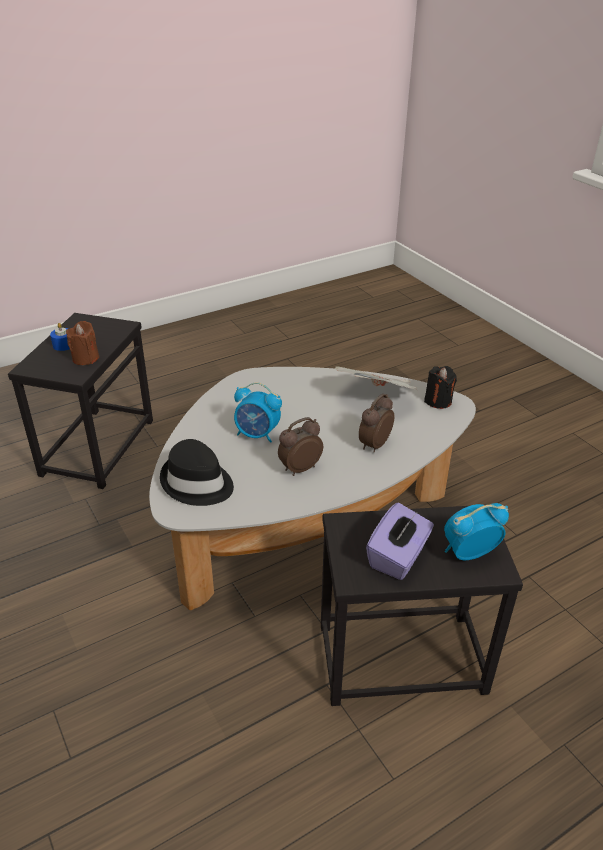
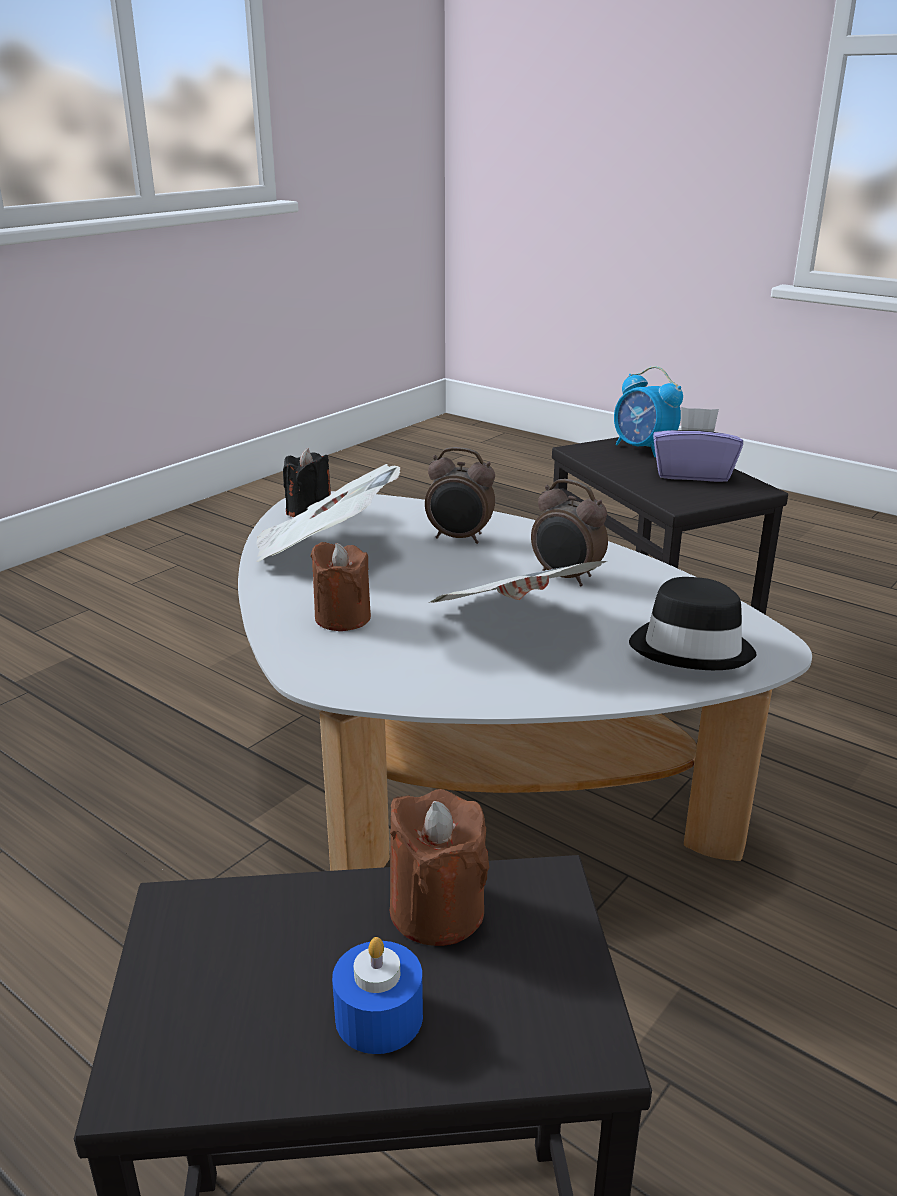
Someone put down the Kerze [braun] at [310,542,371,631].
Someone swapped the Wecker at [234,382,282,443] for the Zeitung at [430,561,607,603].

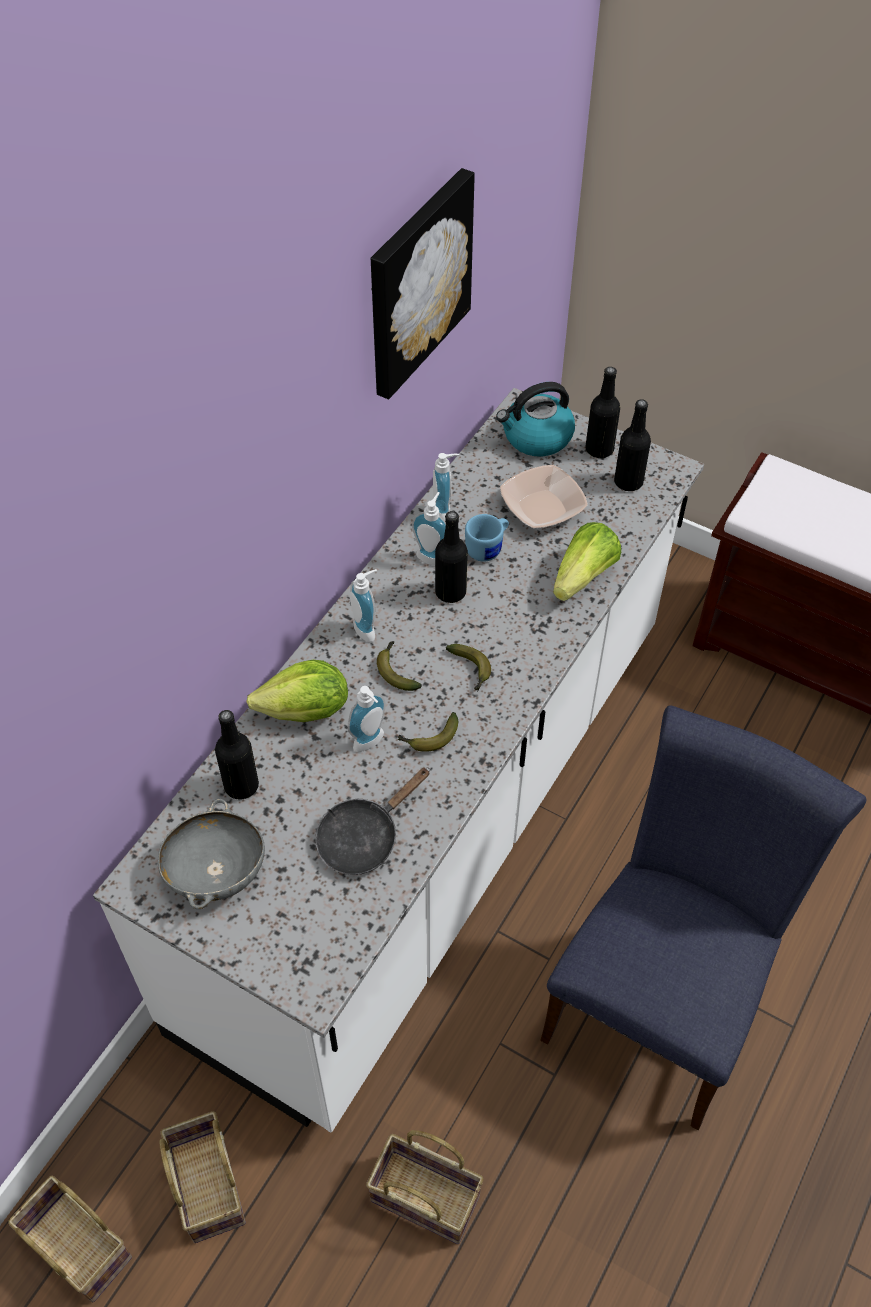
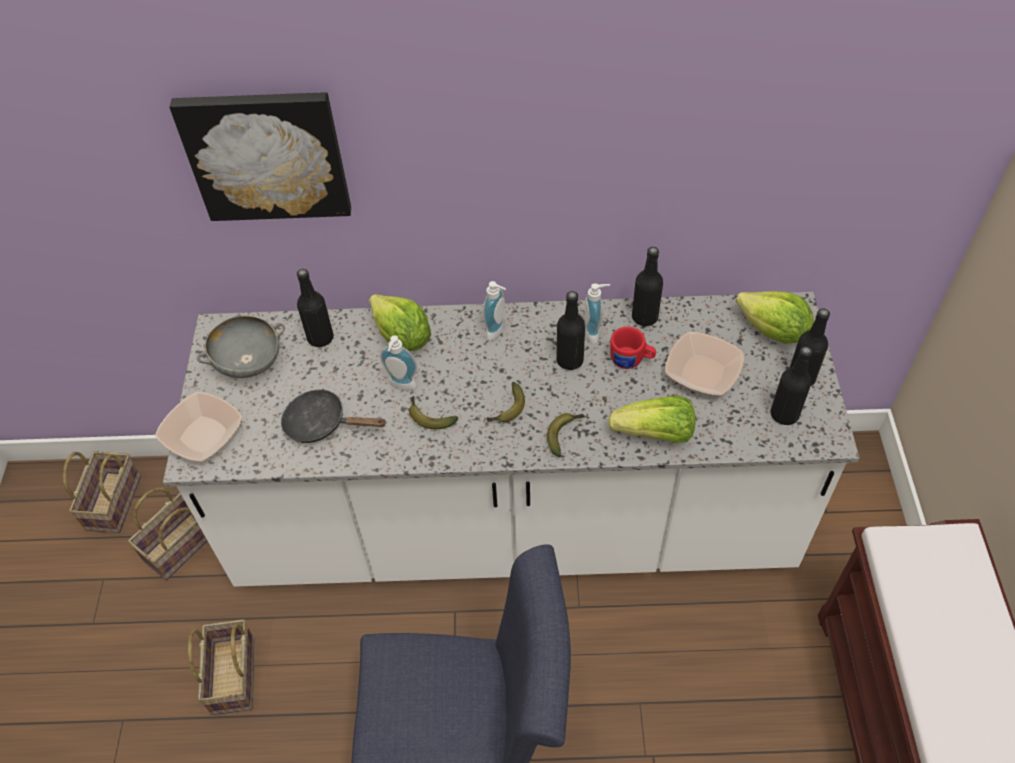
Someone put down the Schüssel at [155,392,242,462].
Someone carried the Bild from [371,168,475,400] to [170,92,351,221].
Someone carried the Banane from [377,641,422,691] to [547,413,585,457].
Someone swapped the Seifenspender at [433,453,459,520] for the Flasche [schwarz] at [632,247,663,326].
Someone swapped the Wasserkessel at [496,382,575,457] for the Salatkopf at [736,291,814,344].
Someone repainted the Henkelbecher [blau] at [465,514,509,562], which became the Henkelbecher [rot] at [610,327,656,369].

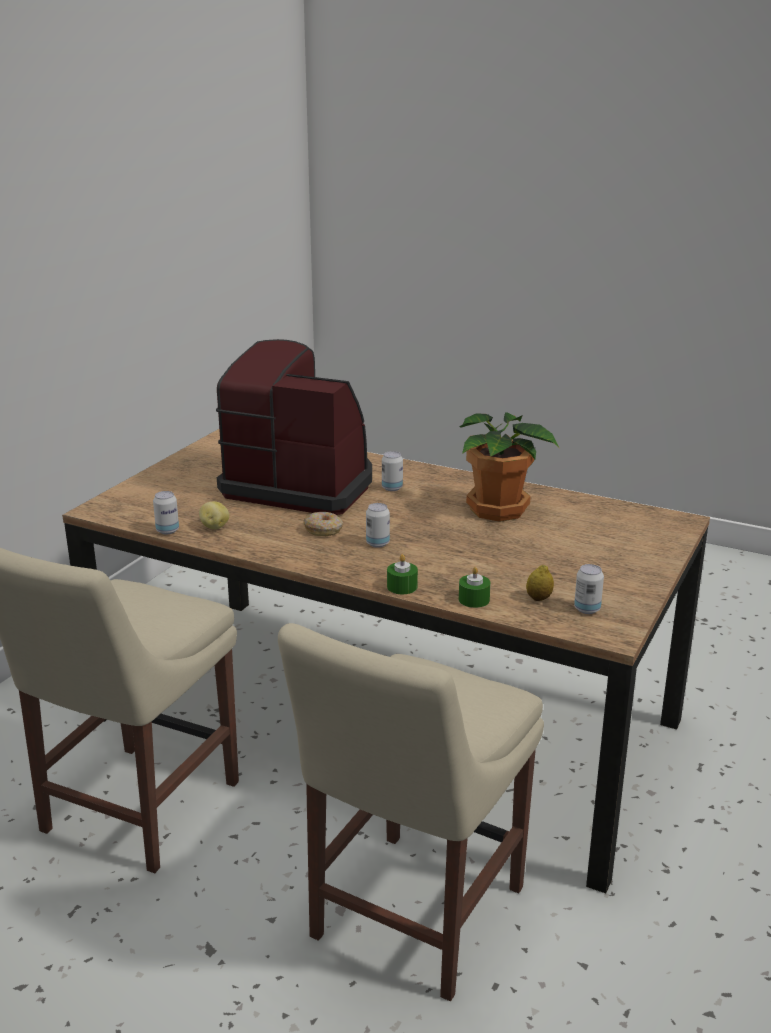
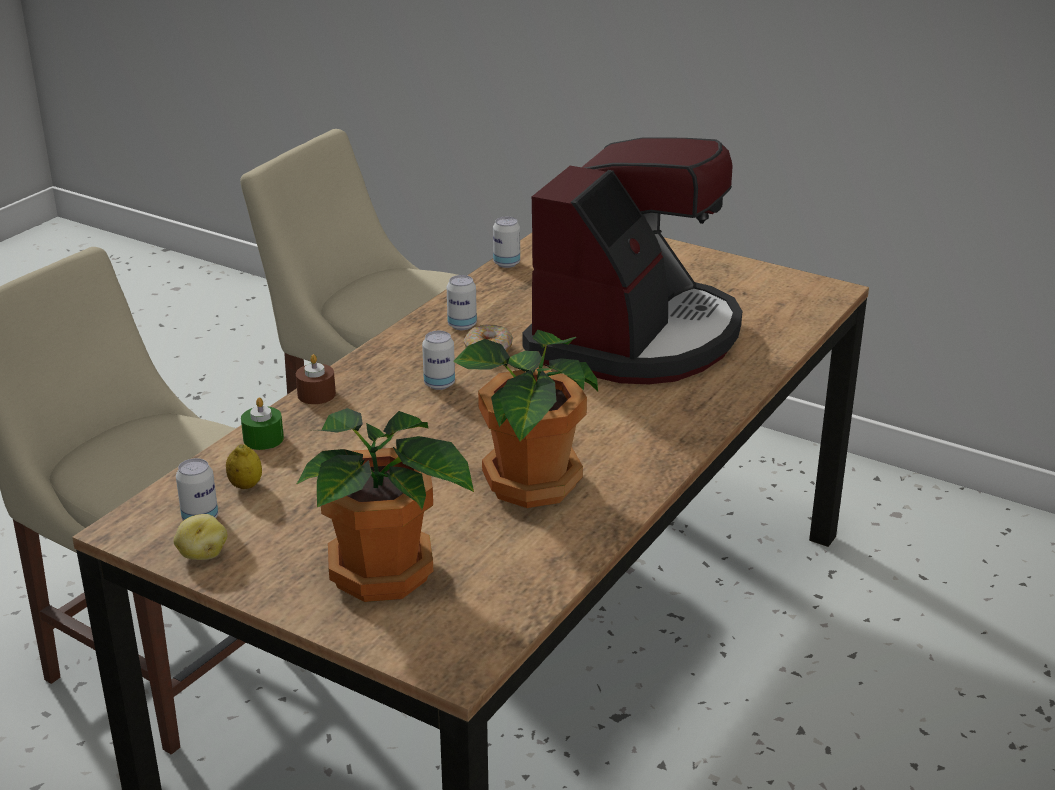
Someone put down the Topfpflanze at [296,408,474,602].
Someone carried the Kartoffel from [199,501,229,529] to [173,514,227,560].
Someone carried the Dose from [382,451,403,491] to [447,275,477,330].
Someone repainted the Kerze [grün] at [387,554,418,594], which became the Kerze [braun] at [296,354,336,404].

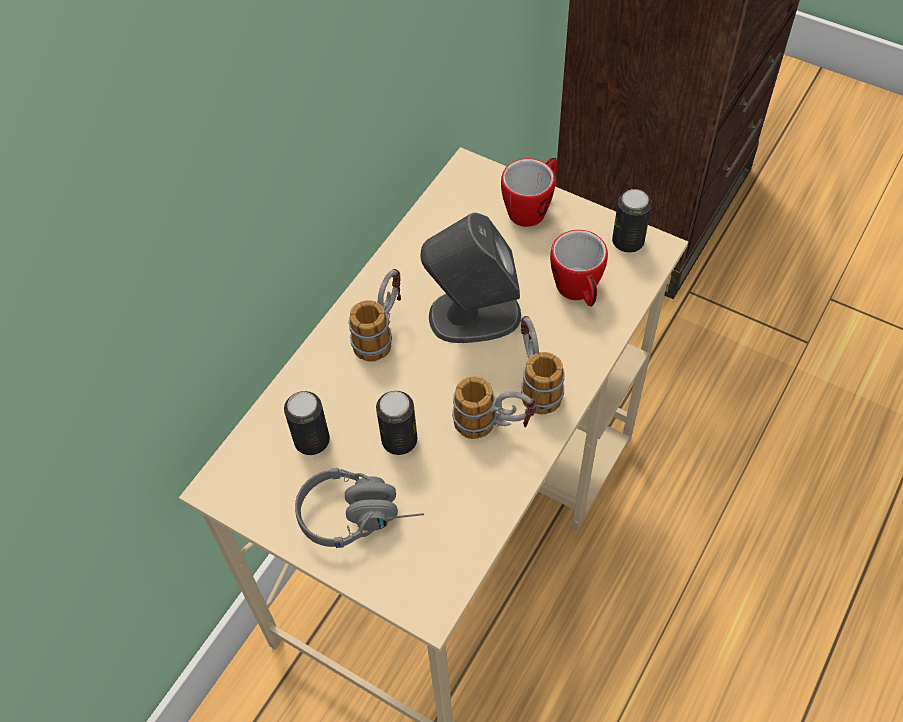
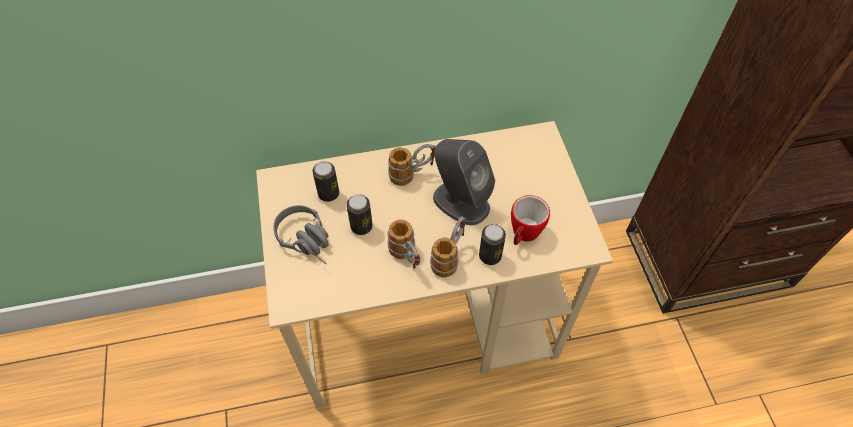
Someone took away the Henkelbecher at [501,158,558,227].
Someone carried the Dose from [612,189,652,253] to [479,224,506,265].

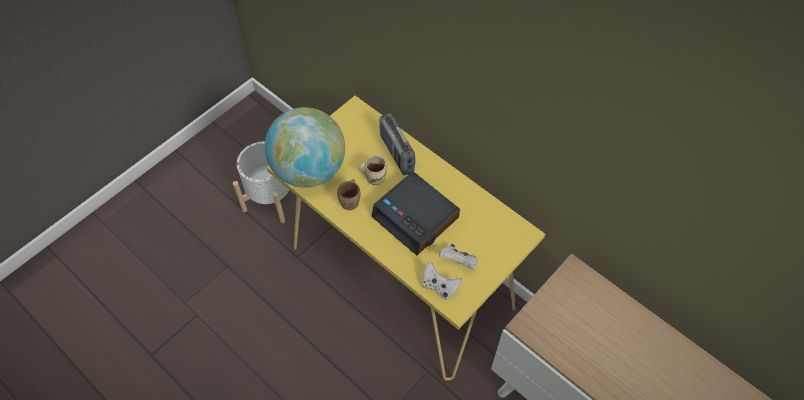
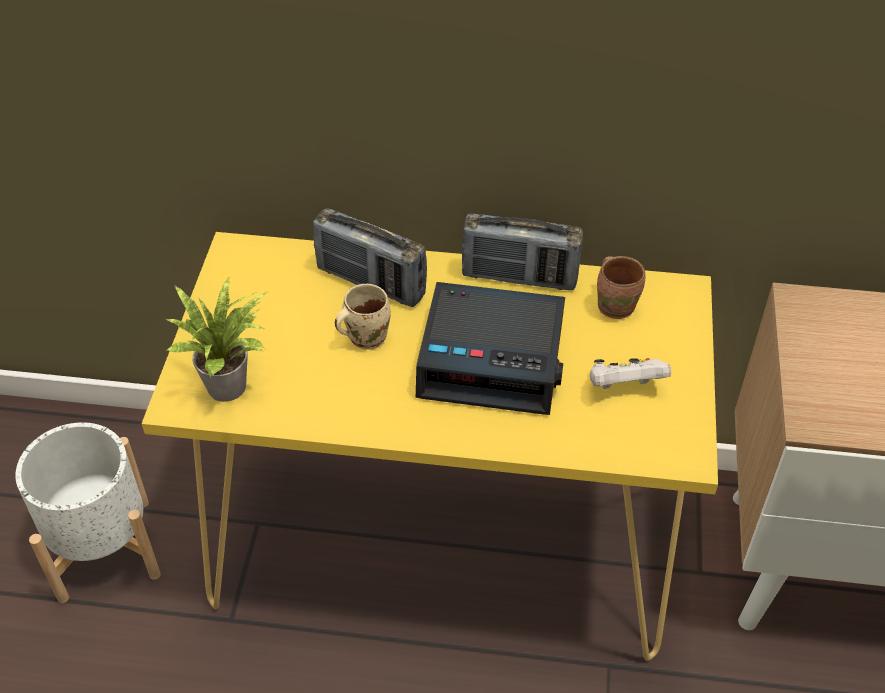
Someone took away the Gamepad [weiß] at [422,262,462,300].
Someone put down the Radio at [462,214,583,290].
Someone carried the Henkelbecher [braun] from [337,179,360,210] to [597,256,646,319].
Someone swapped the Globus at [265,107,345,188] for the Topfpflanze at [165,277,269,402].

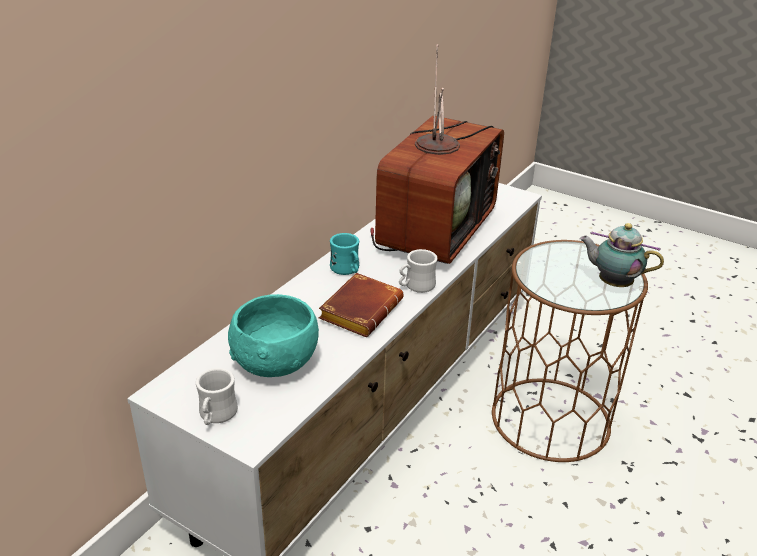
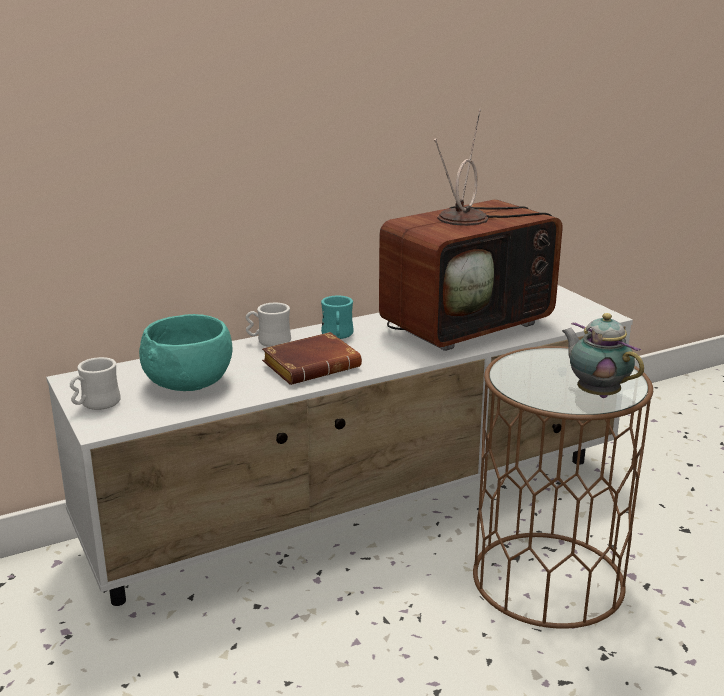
Someone carried the Henkelbecher [weiß] from [399,249,437,293] to [246,303,291,347].

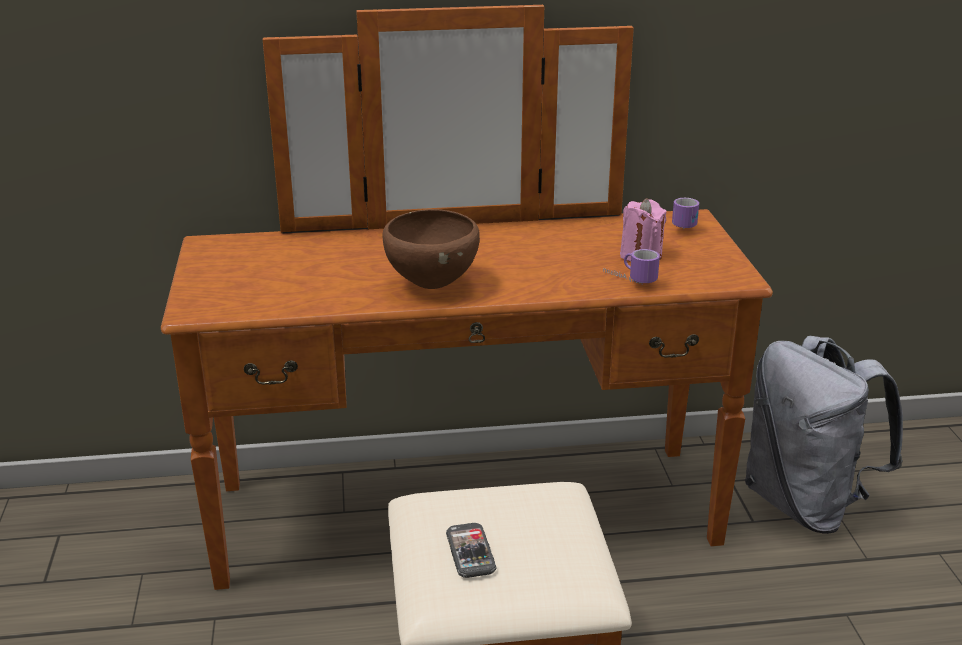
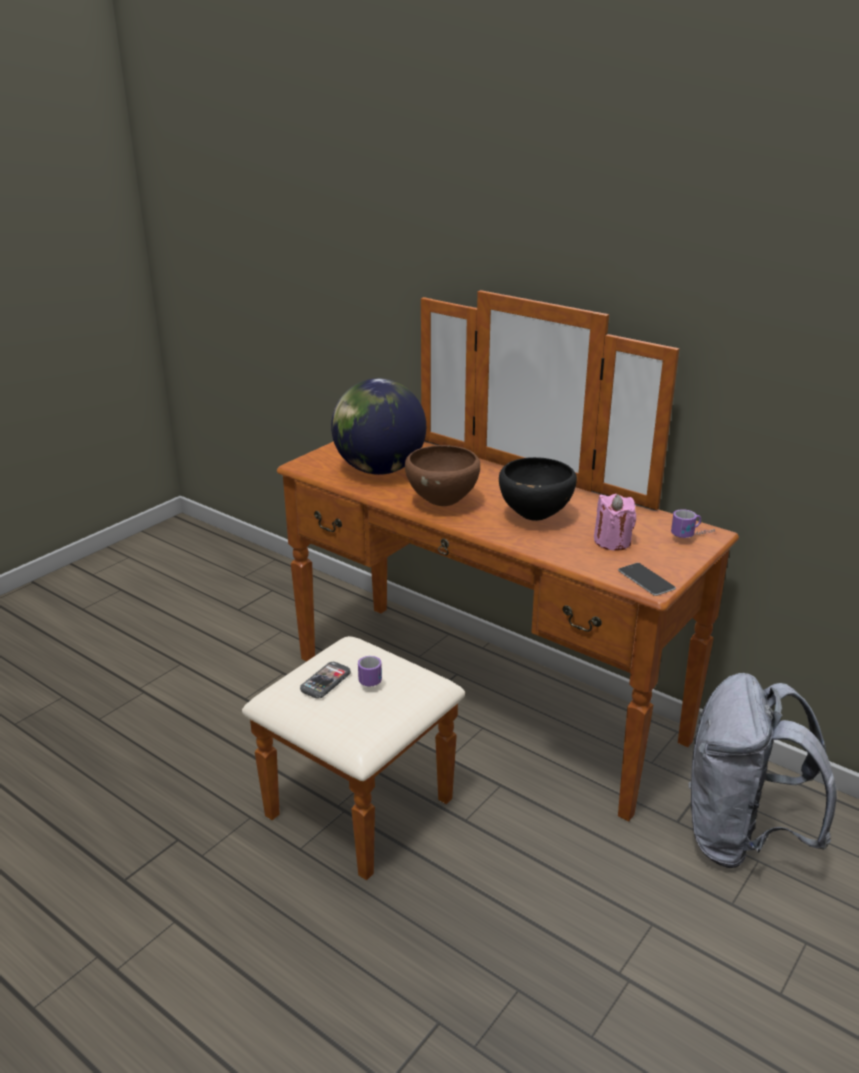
Someone put down the Globus at [331,378,426,475].
Someone put down the Schüssel [schwarz] at [499,457,577,521].
Someone put down the Handy at [618,563,676,596].
Someone carried the Henkelbecher from [603,249,660,284] to [358,656,382,687].

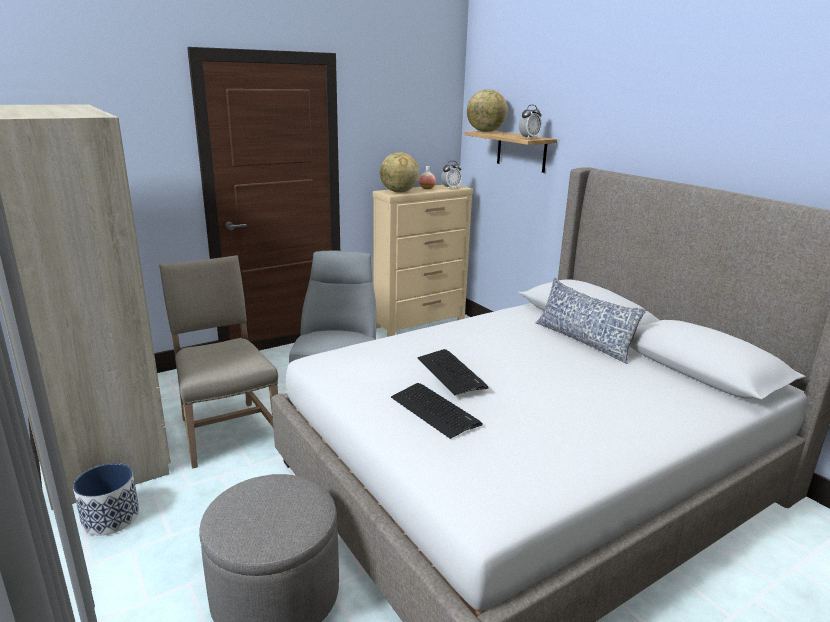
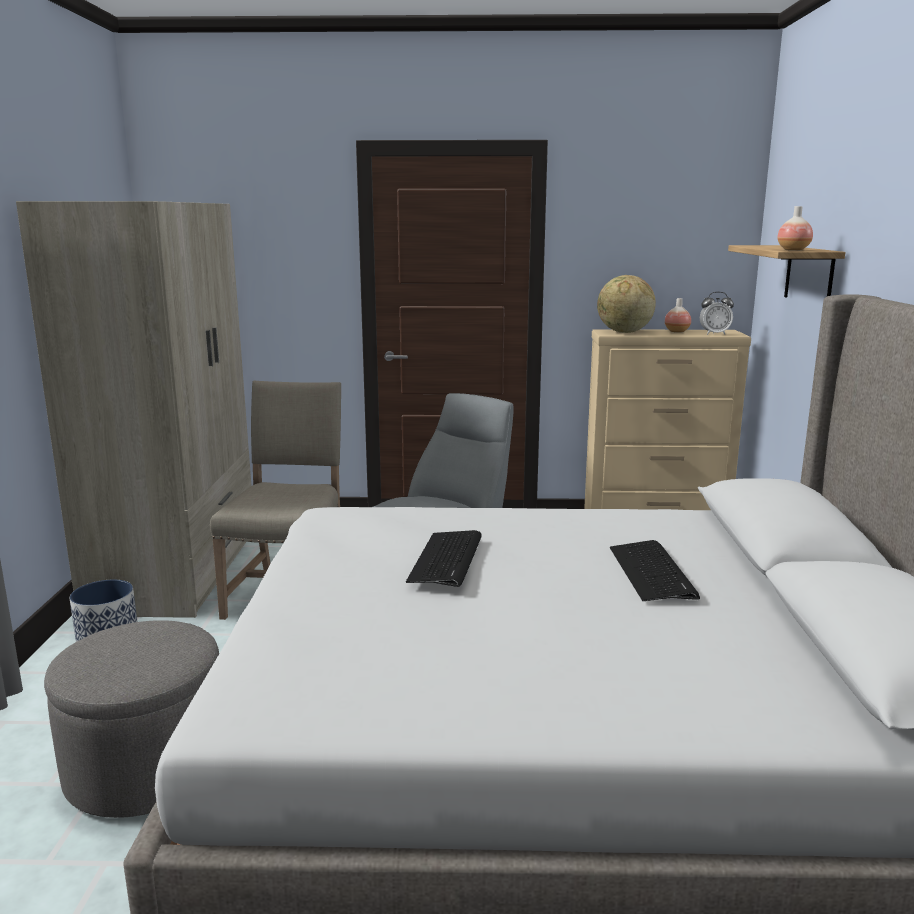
Someone took away the Globus at [467,89,508,132].
Someone took away the Kissen at [536,278,646,364].
Someone carried the Tastatur from [391,383,483,439] to [610,540,700,601].
Someone swapped the Wecker at [519,105,542,139] for the Vase at [778,206,813,251].

